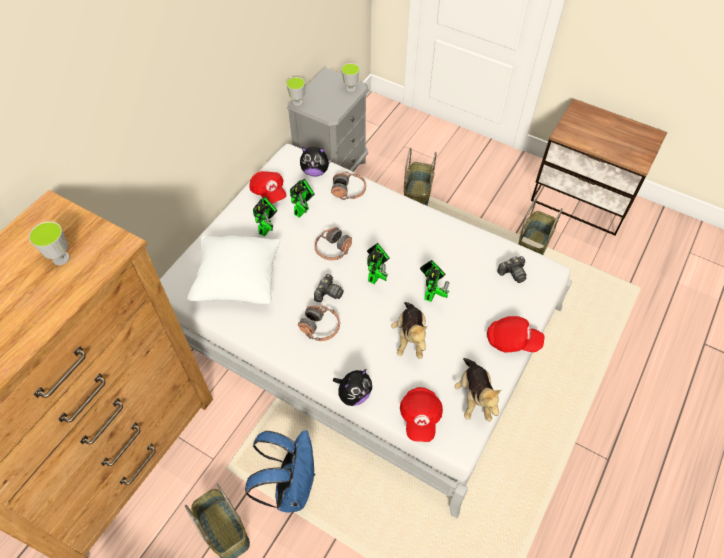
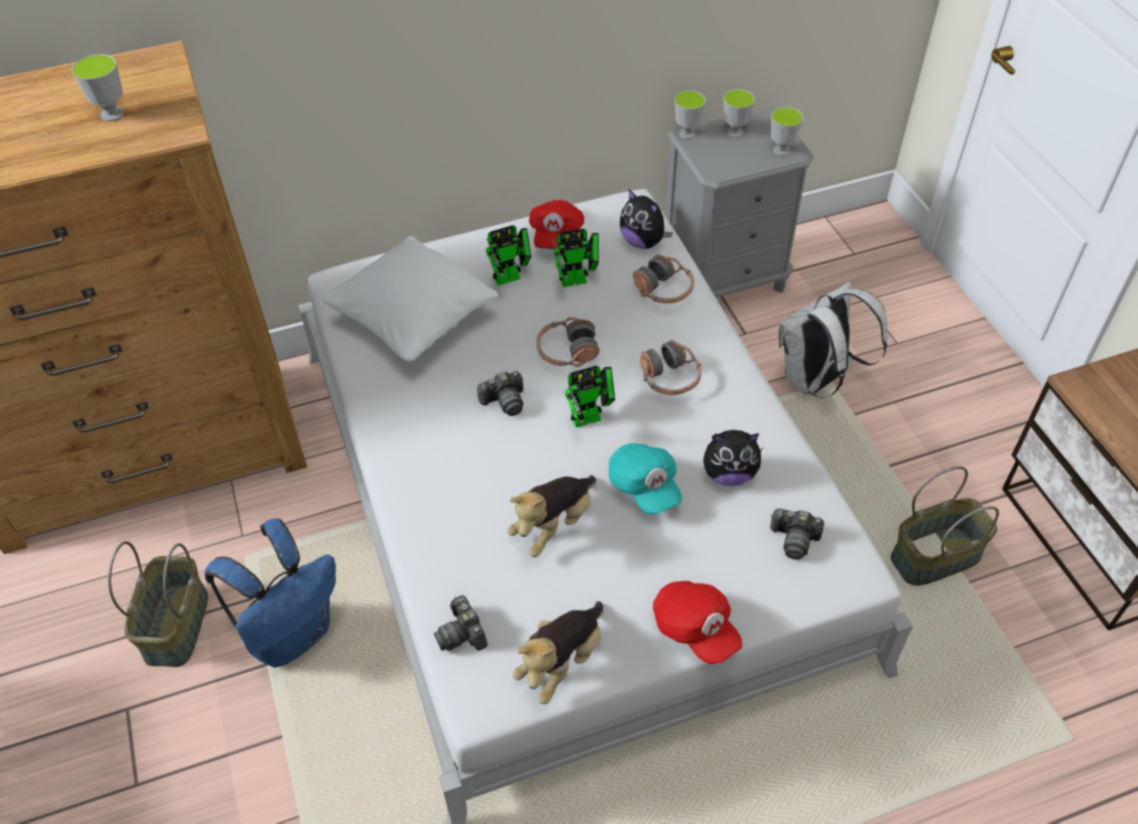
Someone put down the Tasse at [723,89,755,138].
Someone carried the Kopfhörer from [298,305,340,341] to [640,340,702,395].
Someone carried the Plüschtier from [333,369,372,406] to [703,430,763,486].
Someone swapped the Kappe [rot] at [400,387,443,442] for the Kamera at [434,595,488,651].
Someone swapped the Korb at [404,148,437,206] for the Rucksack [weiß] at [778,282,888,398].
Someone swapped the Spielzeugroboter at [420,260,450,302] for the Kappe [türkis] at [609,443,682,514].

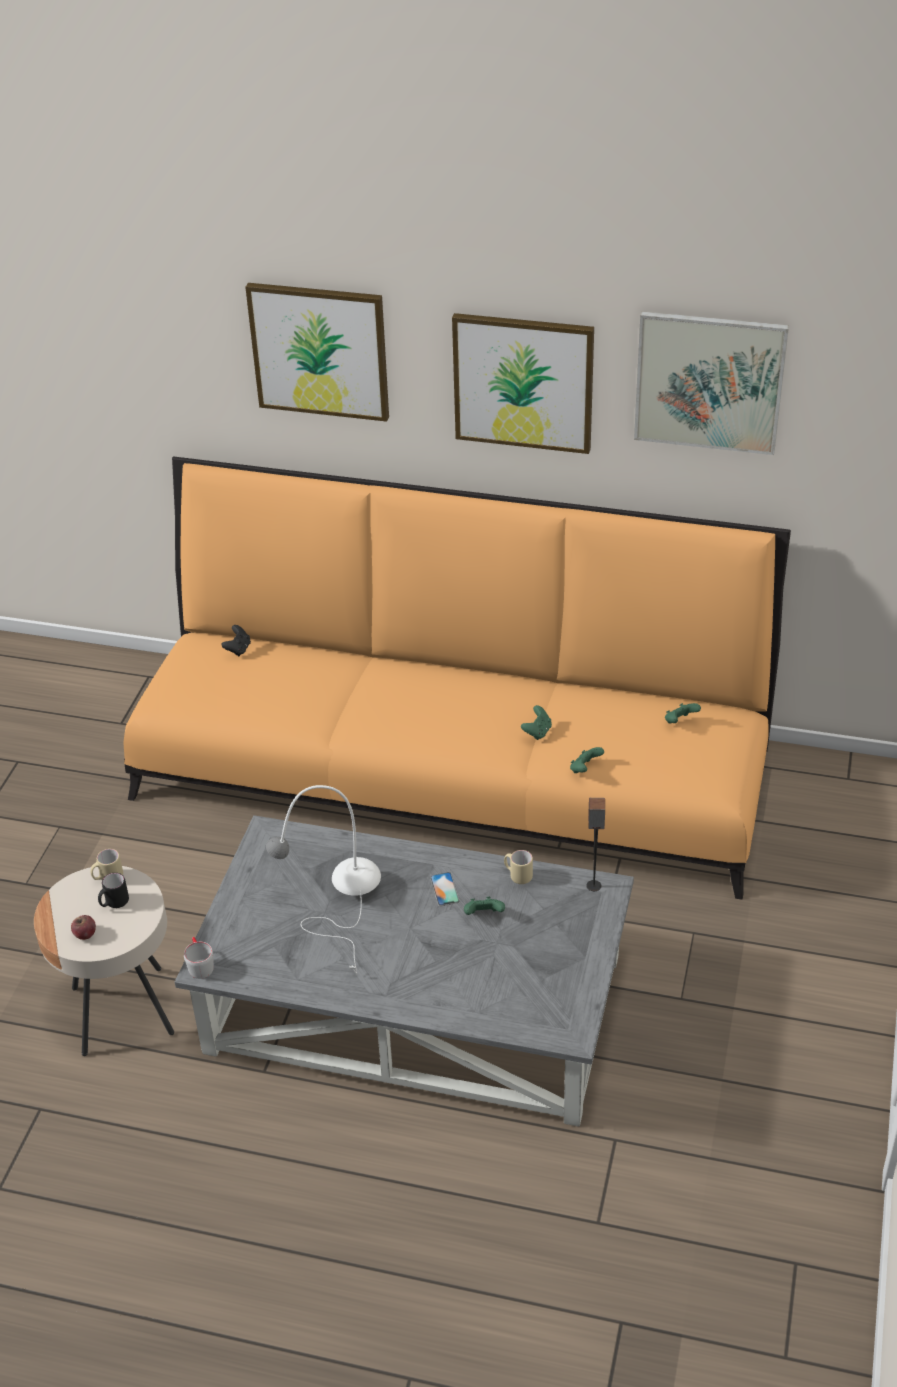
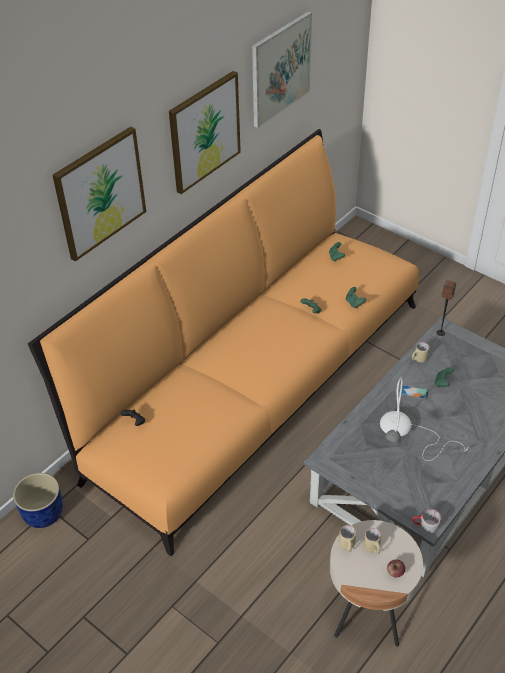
Someone put down the Pflanzkübel [blau] at [13,473,63,528].
Someone repainted the Henkelbecher [schwarz] at [98,873,129,908], which became the Henkelbecher [beige] at [364,528,381,554].

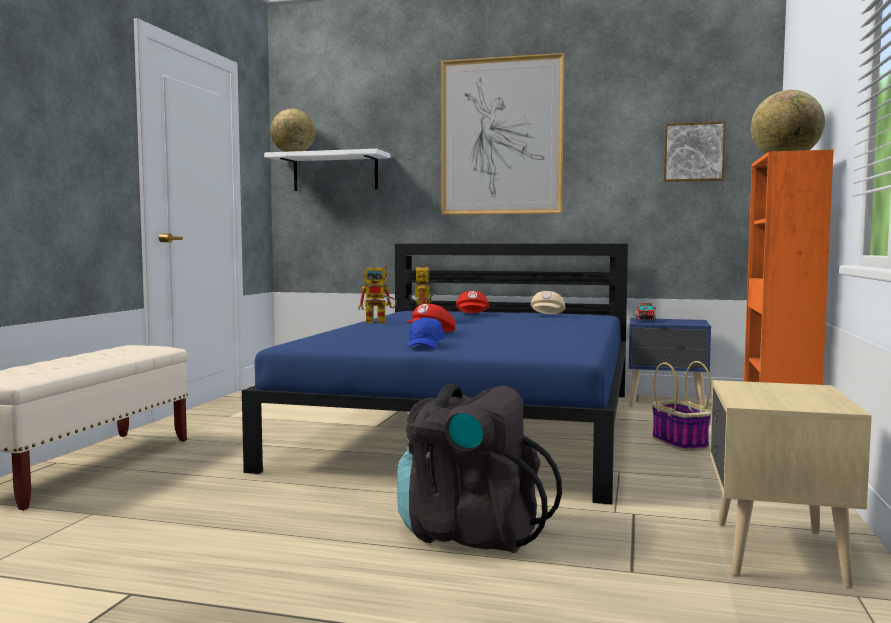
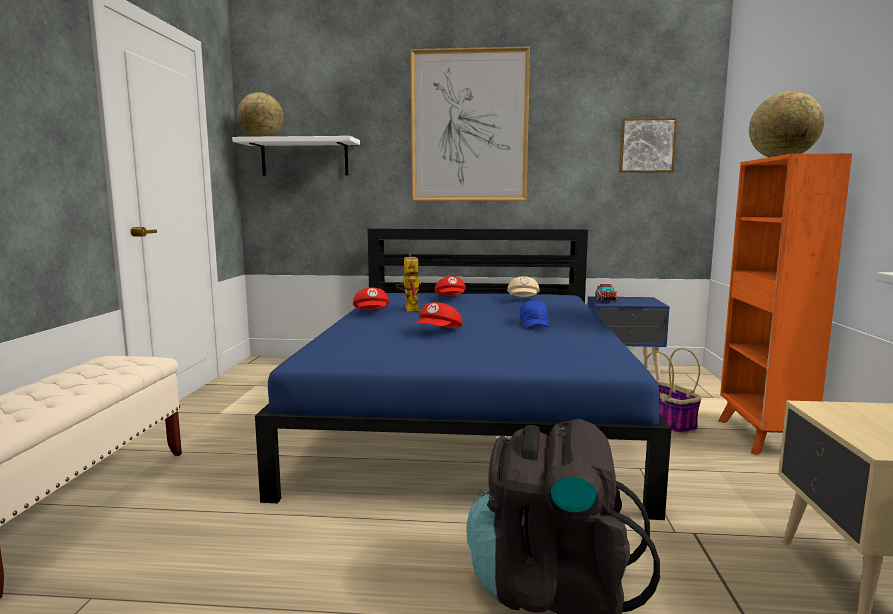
Someone carried the Kappe [blau] from [408,317,444,348] to [520,300,549,328].
Someone swapped the Spielzeugroboter at [358,265,397,323] for the Kappe [rot] at [353,288,389,310].

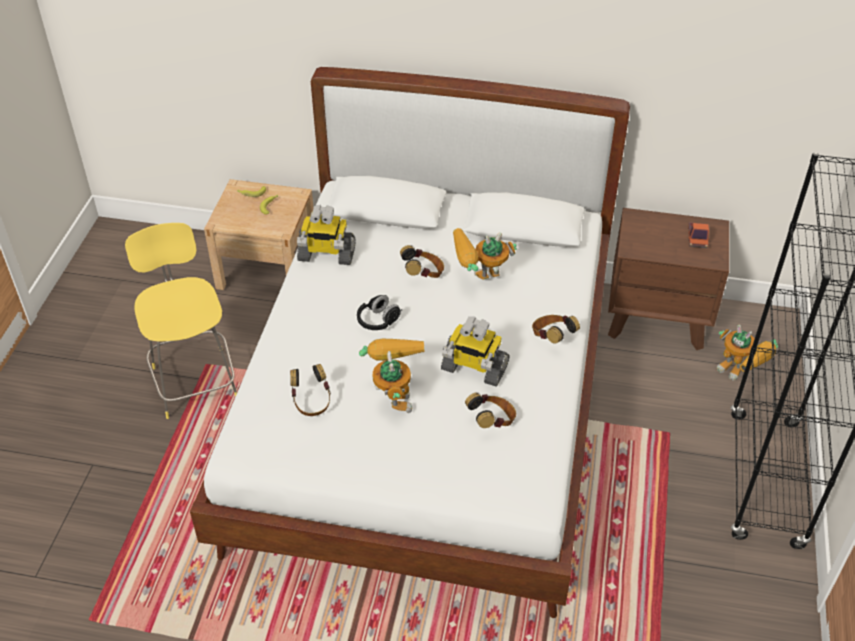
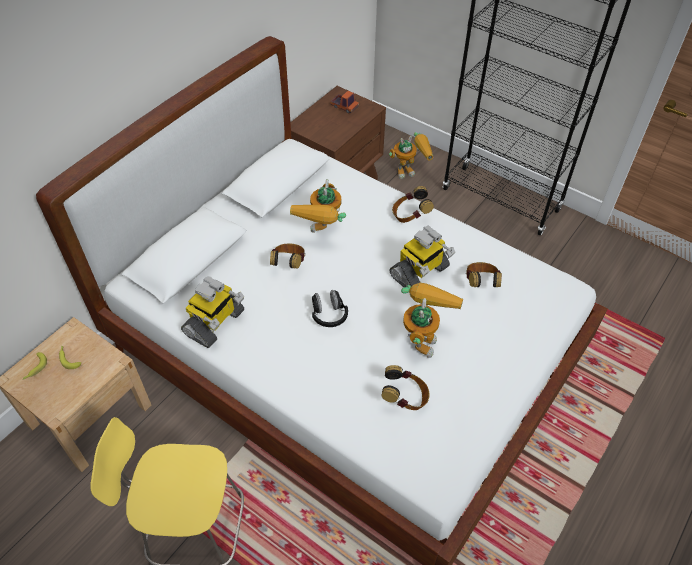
Someone rotated the Spielzeugroboter at [359,339,424,413] by 90 degrees clockwise.

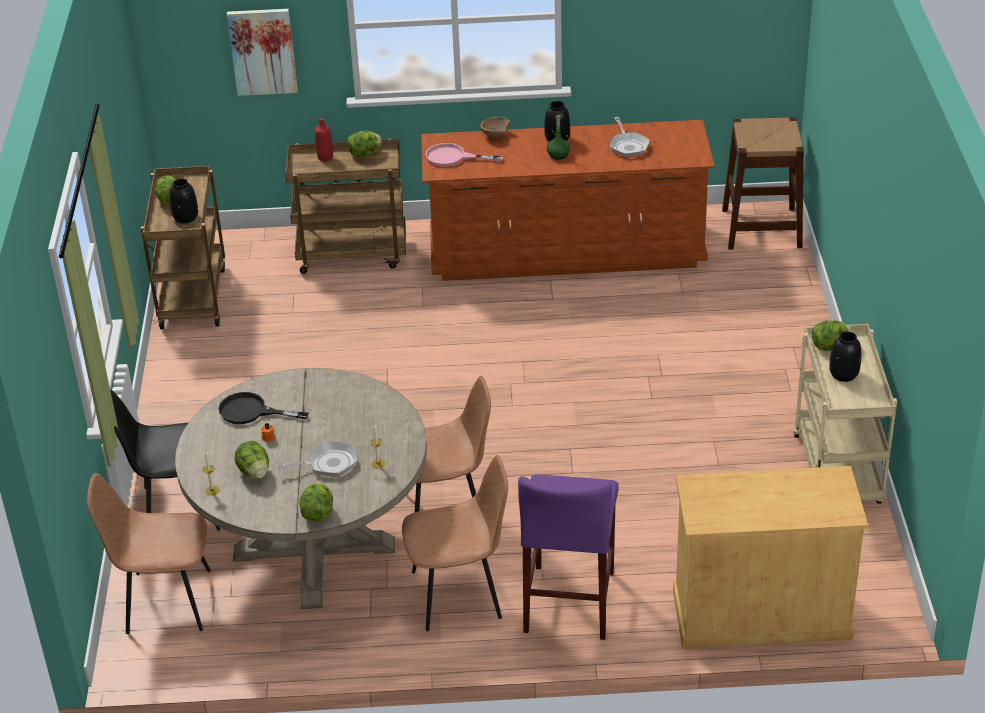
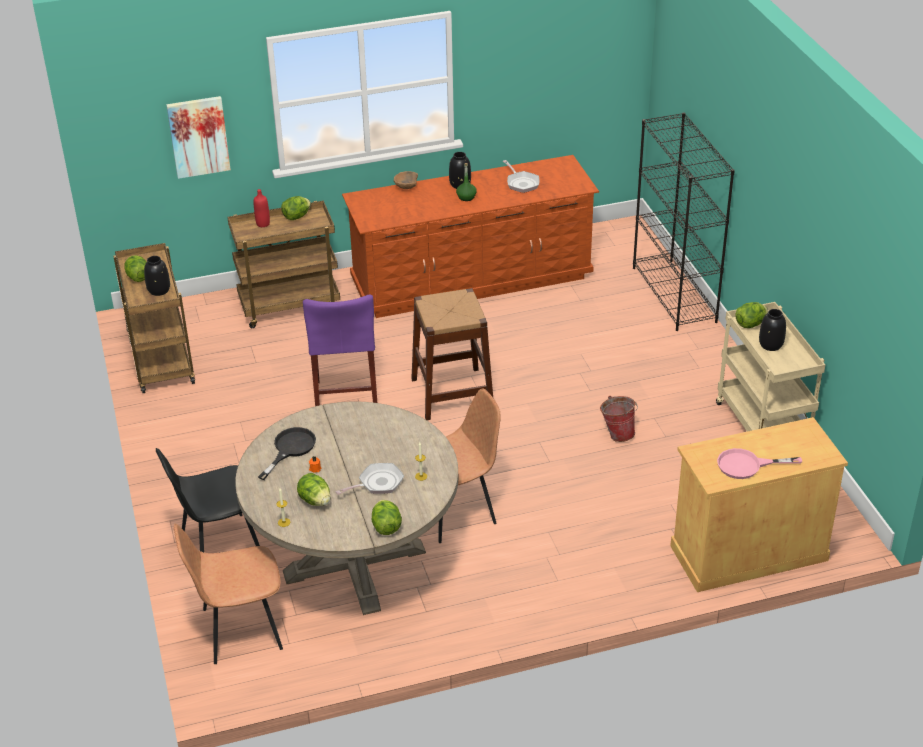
Someone took away the Stuhl [braun] at [402,455,508,631].
Someone put down the Eimer at [600,396,638,442].
Someone put down the Bücherregal [schwarz] at [633,113,735,331].
Someone carried the Pfanne [rosa] from [426,143,503,167] to [717,448,802,479].
Someone carried the Hocker [lila] from [518,474,619,640] to [303,294,377,406].
Someone carried the Hocker [braun] from [722,118,804,250] to [411,288,493,420].
Someone rotated the Pfanne [schwarz] at [218,392,309,424] by 120 degrees clockwise.

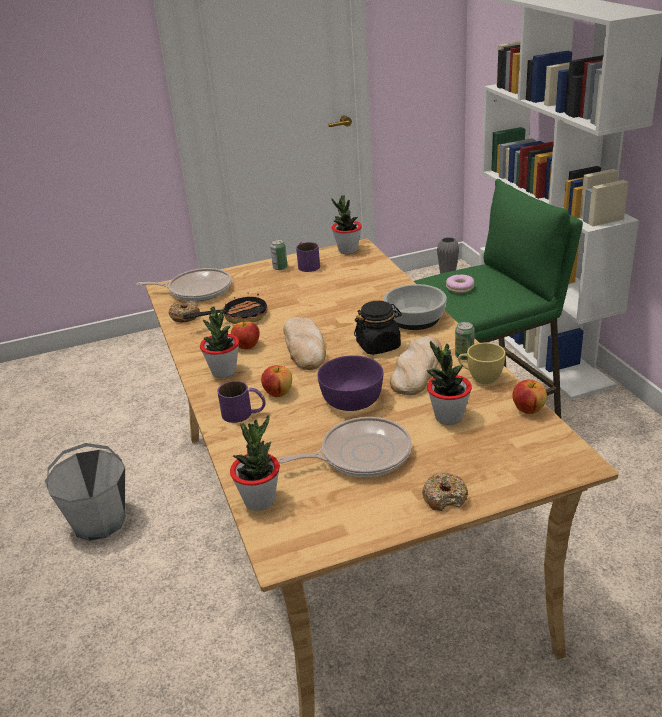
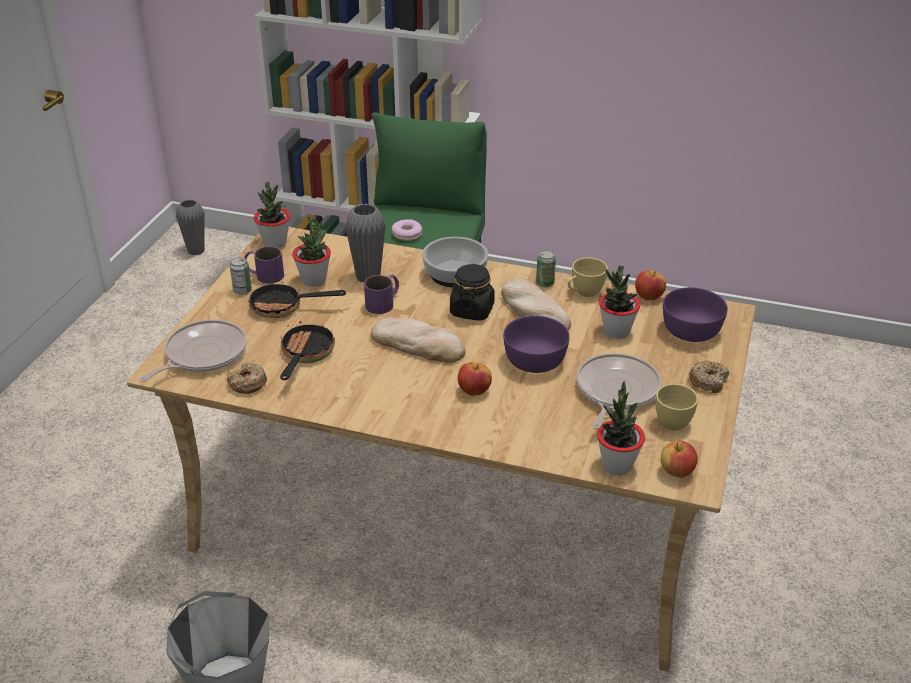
Someone put down the Pfanne at [248,281,346,318].
Someone put down the Vase [grau] at [345,204,385,283].
Someone put down the Tasse [gelb] at [656,384,698,431].
Someone put down the Schüssel [lila] at [663,287,728,342].
Someone carried the Topfpflanze from [200,307,239,378] to [292,216,331,287].
Someone carried the Henkelbecher [lila] from [217,381,266,423] to [364,275,399,314].
Someone carried the Apfel from [231,320,260,349] to [661,440,698,478].

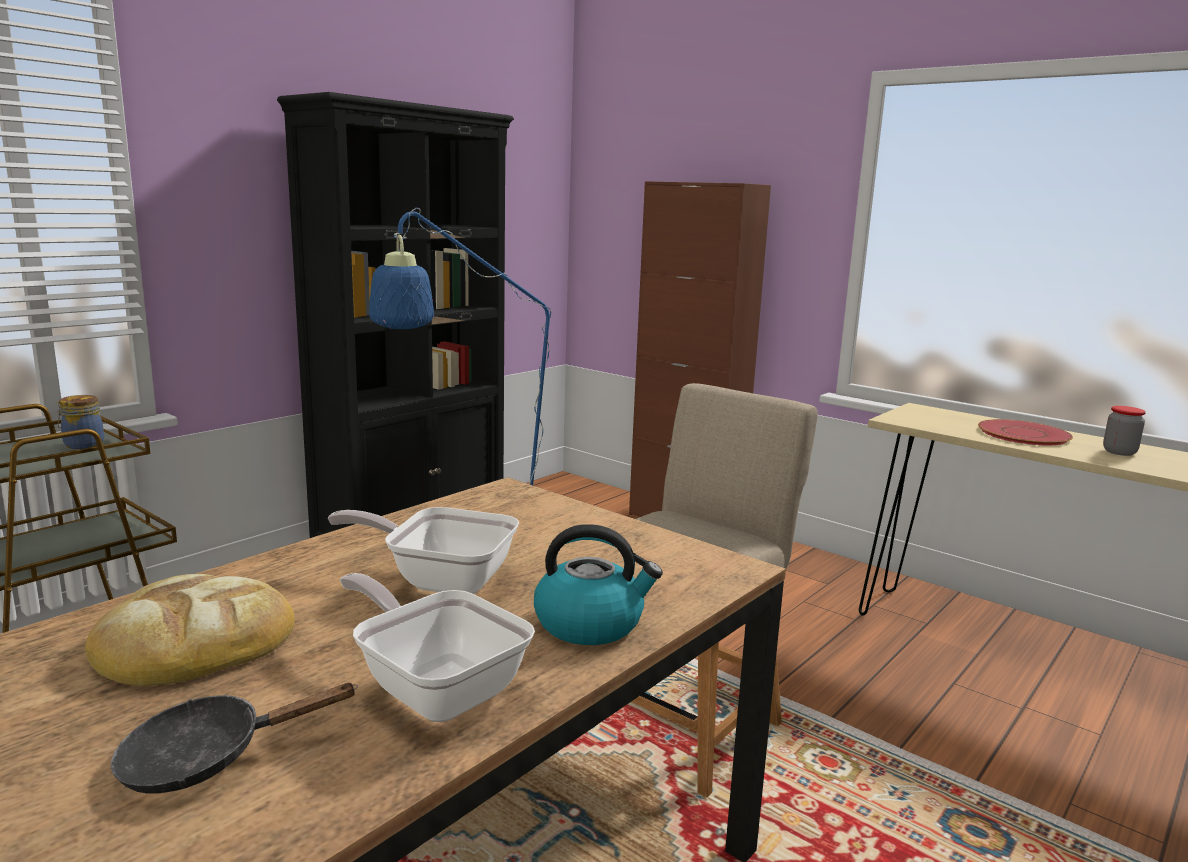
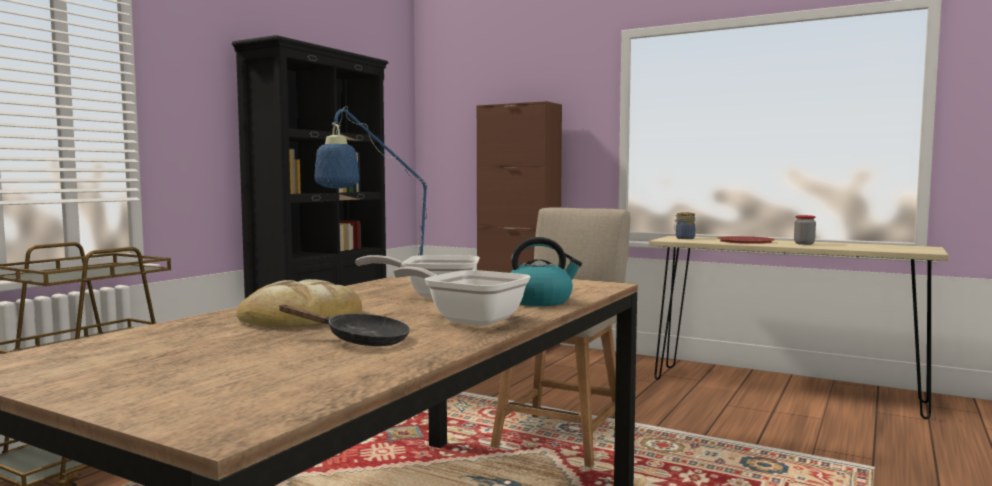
Someone carried the Vorratsglas from [56,395,104,449] to [674,212,695,239].
Someone rotated the Pfanne [schwarz] at [111,683,358,794] by 135 degrees counterclockwise.

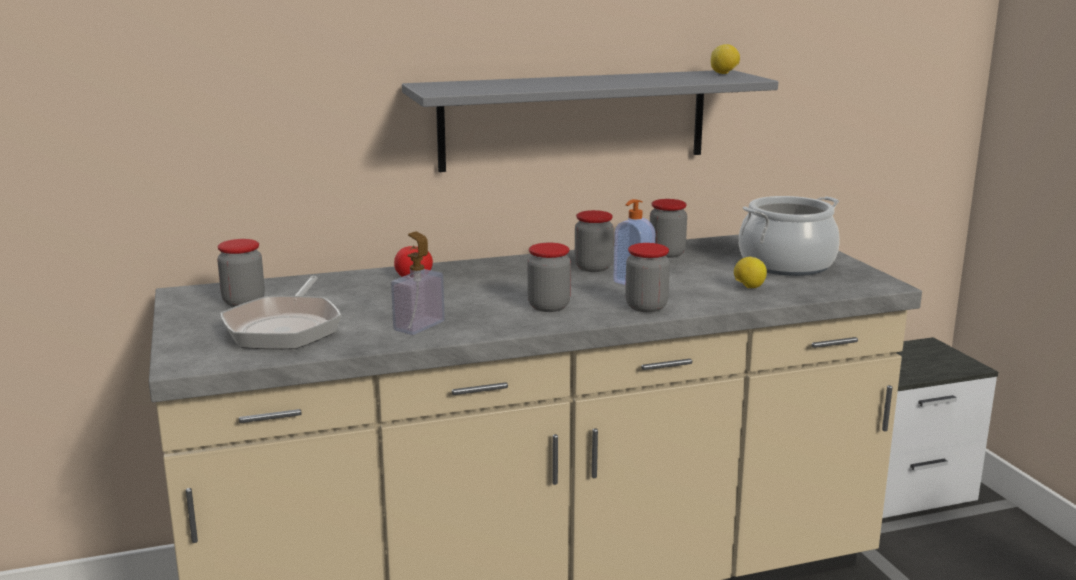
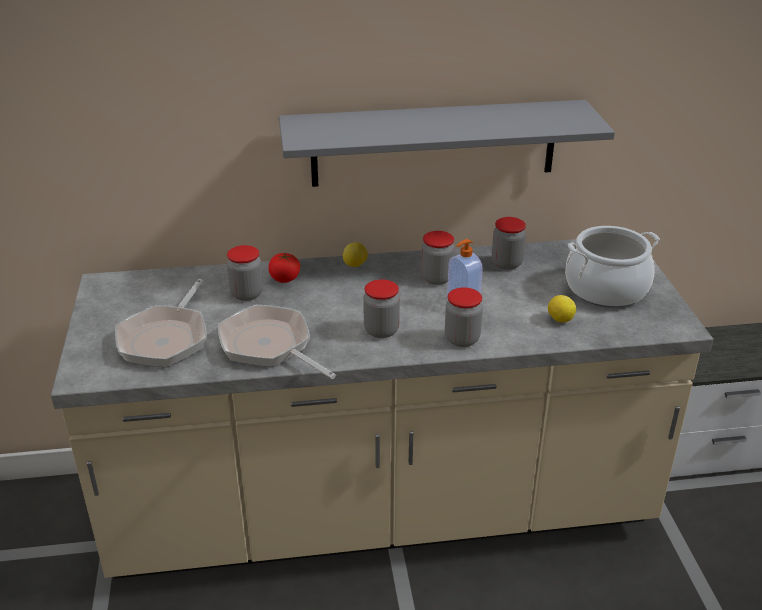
Someone carried the Vorratsglas from [217,239,265,307] to [227,245,263,301].
Someone carried the Zitrone from [711,44,740,74] to [343,242,368,267].
Someone swapped the Seifenspender at [391,231,445,335] for the Pfanne at [218,304,336,379].

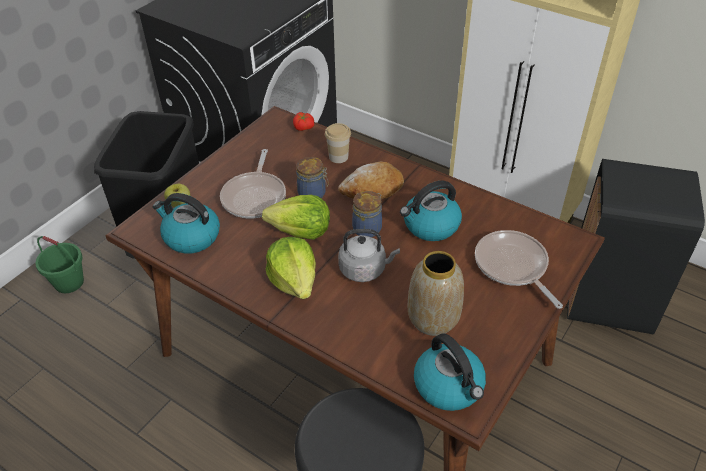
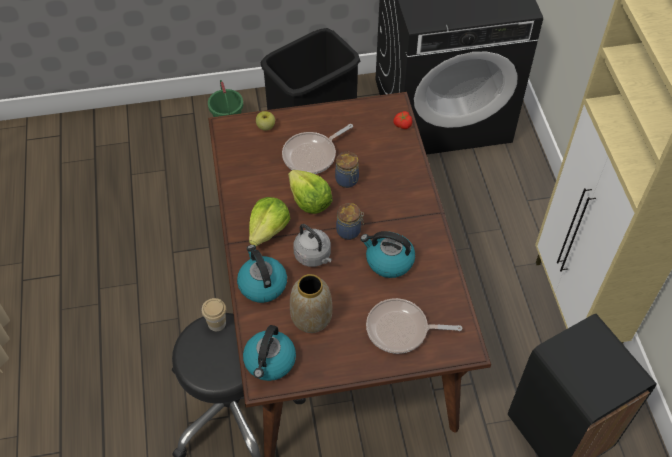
Someone took away the Brot at [338,162,404,199].
Someone carried the Wasserkessel from [153,193,220,254] to [237,245,287,303].
Someone carried the Tasse from [325,123,351,163] to [202,298,226,331].
Someone rotated the Pfanne at [475,230,563,309] by 105 degrees counterclockwise.

